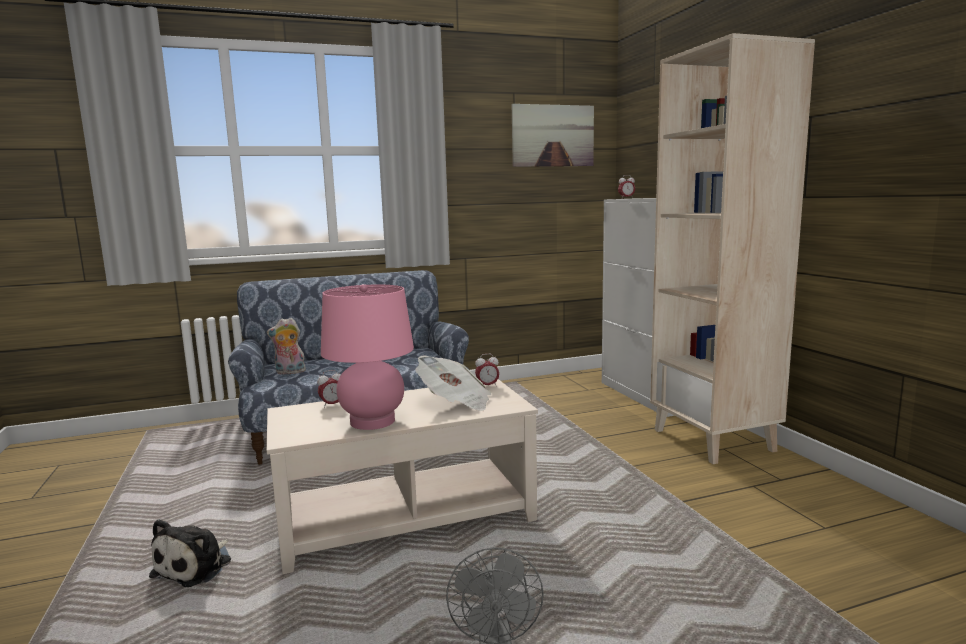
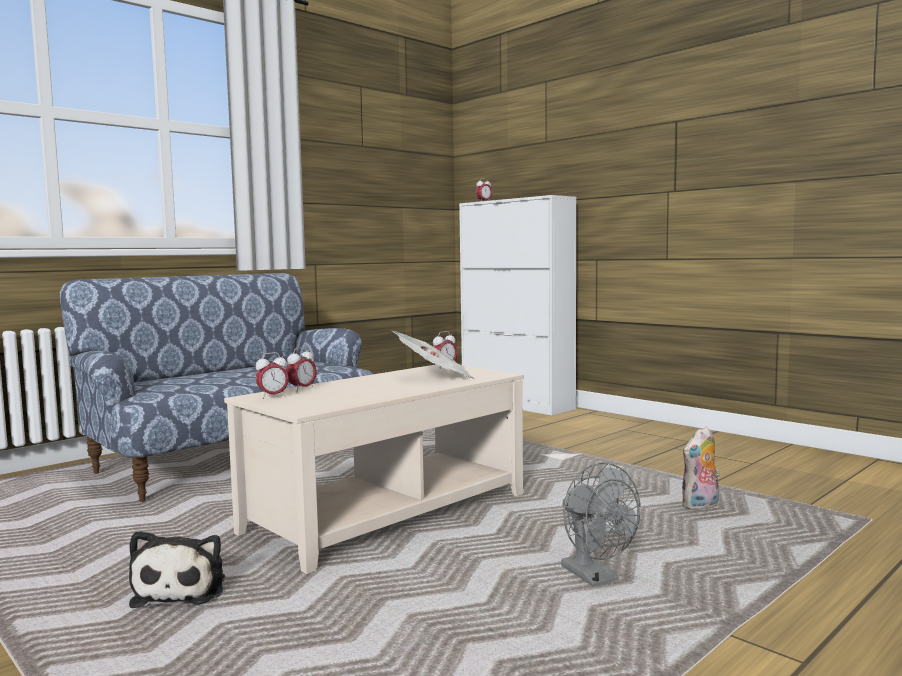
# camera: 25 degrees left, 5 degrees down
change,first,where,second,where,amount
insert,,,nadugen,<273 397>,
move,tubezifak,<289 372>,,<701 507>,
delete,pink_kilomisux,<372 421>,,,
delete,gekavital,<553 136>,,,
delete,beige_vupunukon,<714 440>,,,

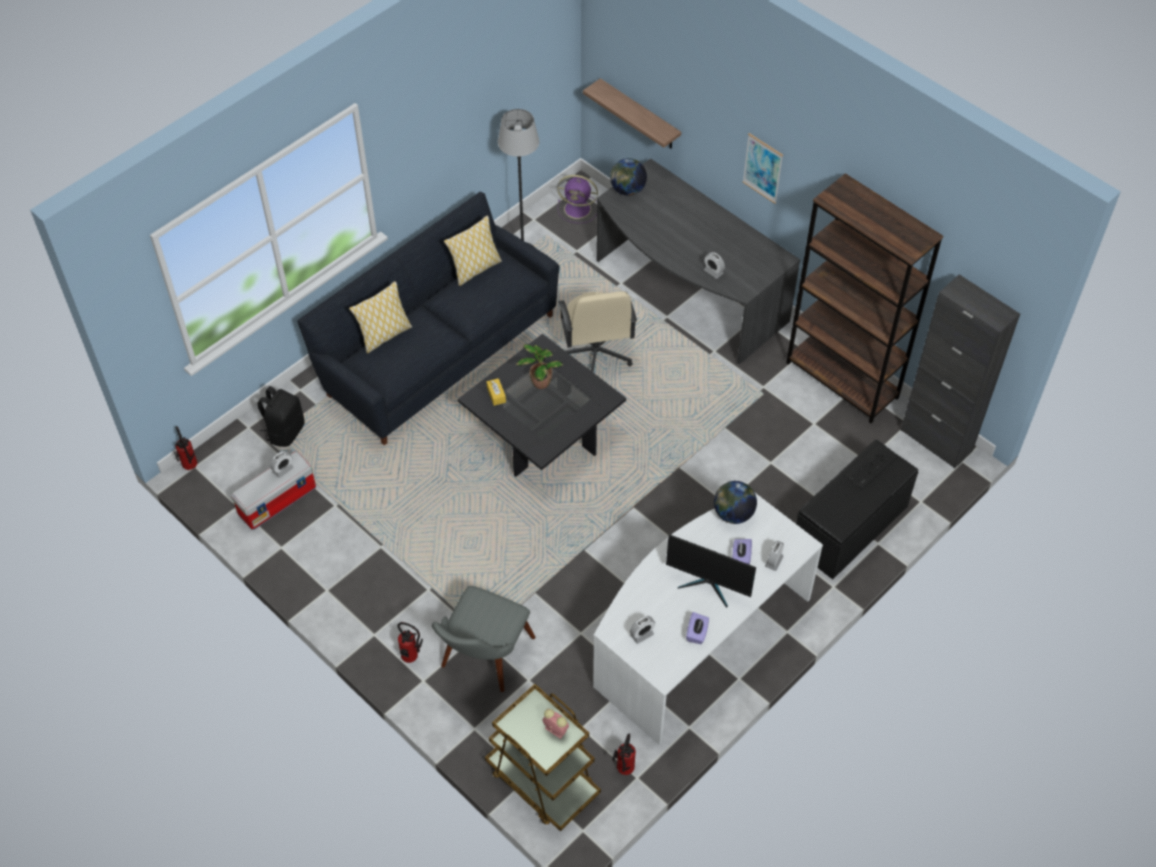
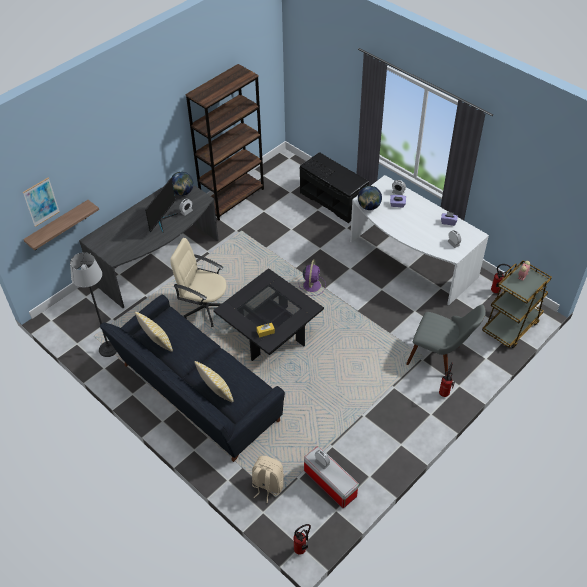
# camera: 90 degrees left, 5 degrees down
change,first,where,second,where,amount
move,gekavital,<762 168>,,<41 202>,
move,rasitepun,<708 584>,,<162 220>,
rotate,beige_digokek,<595 354>,,<205 307>,150 degrees counterclockwise
move,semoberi,<627 190>,,<183 192>,
recolor,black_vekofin,<285 431>,beige_vekofin,<267 486>,
move,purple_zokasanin,<579 209>,,<312 285>,
delete,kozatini,<539 382>,,,
delete,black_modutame,<936 440>,,,

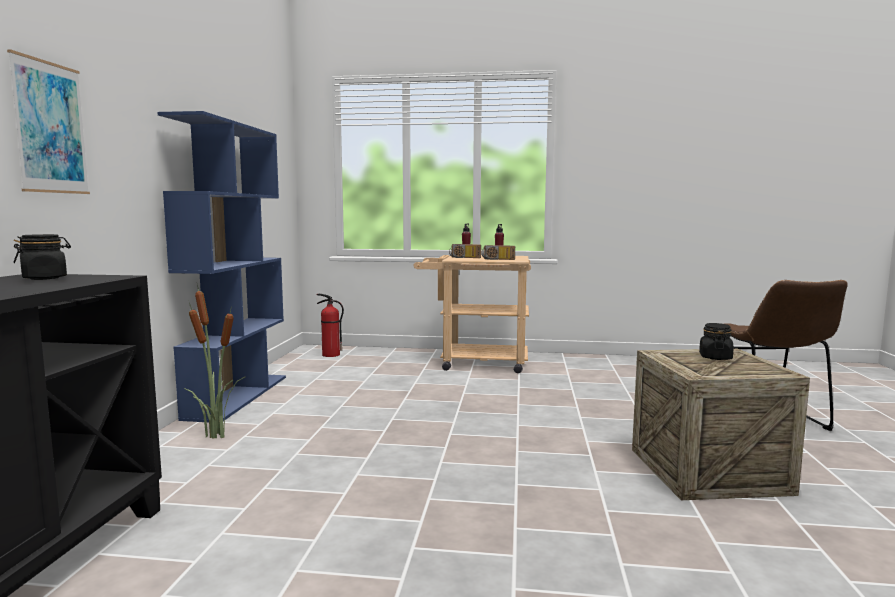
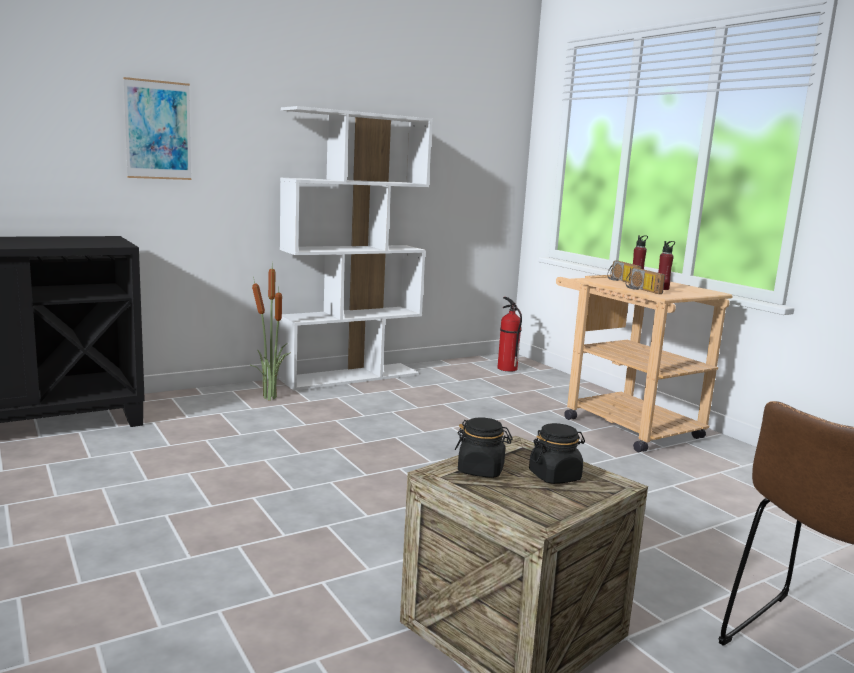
# camera: 50 degrees right, 5 degrees up
change,first,where,second,where,amount
recolor,blue_vupunukon,<237 396>,white_vupunukon,<351 376>,
move,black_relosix,<45 278>,,<481 470>,

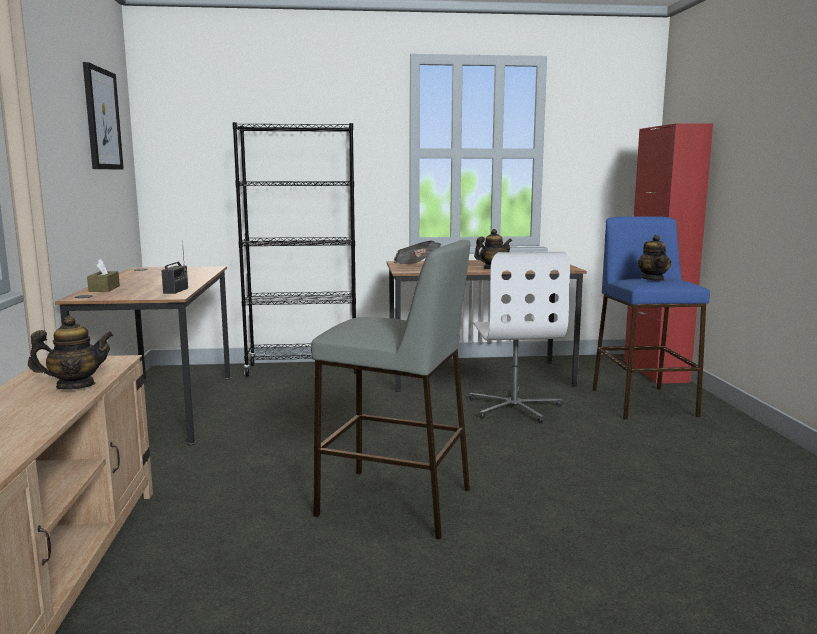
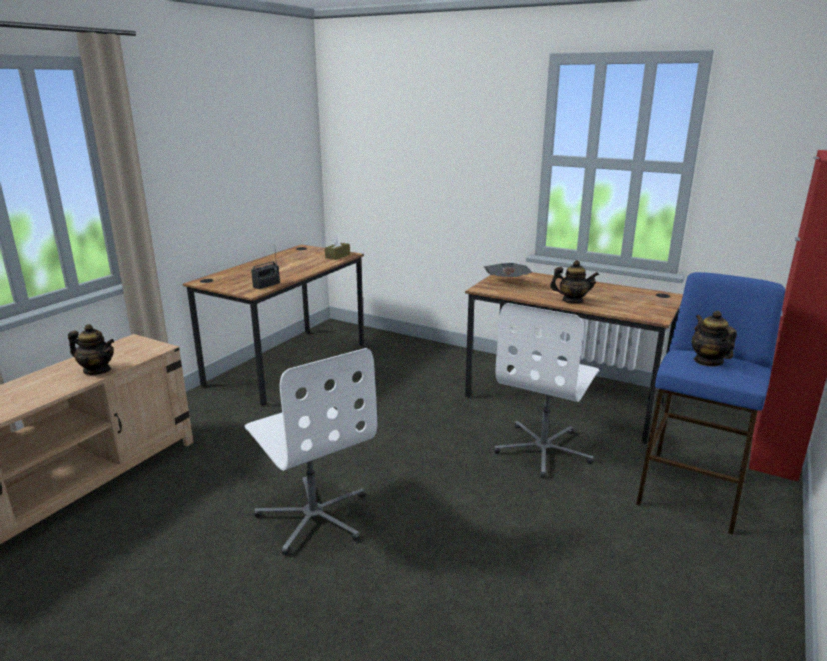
# camera: 35 degrees right, 10 degrees up
change,first,where,second,where,amount
replace,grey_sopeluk,<396 502>,white_digokek,<314 516>,
move,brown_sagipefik,<104 289>,,<337 256>,
rotate,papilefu,<653 279>,,<708 361>,135 degrees clockwise
delete,gekavital,<102 119>,,,
delete,black_vupunukon,<303 369>,,,

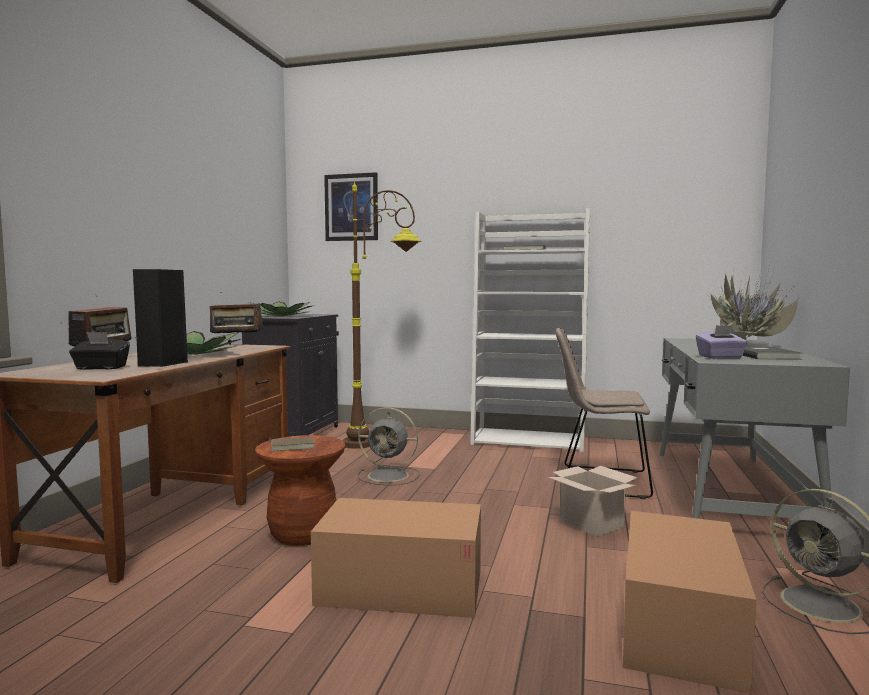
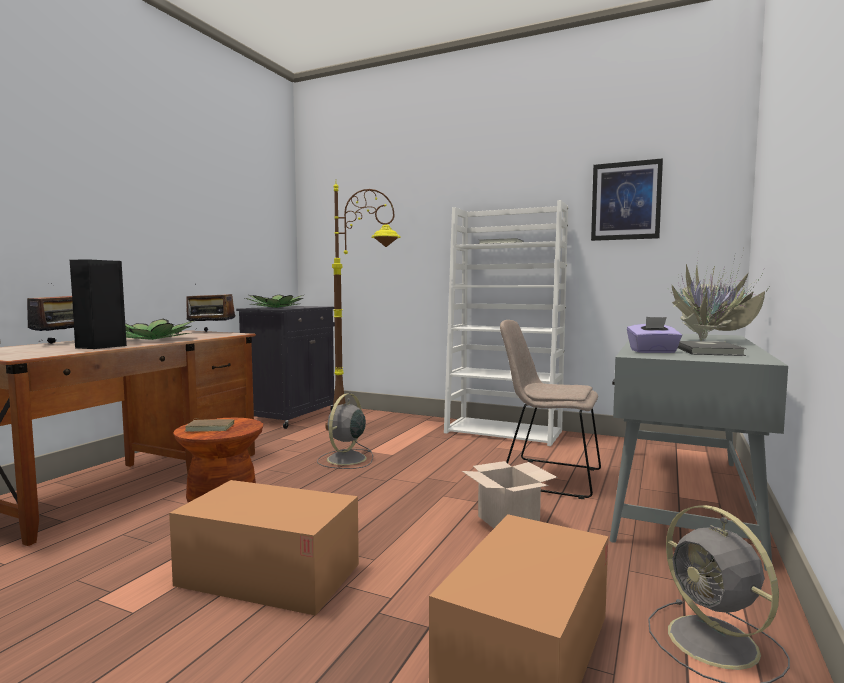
# camera: 10 degrees right, 0 degrees up
change,first,where,second,where,amount
rotate,grey_zokasanin,<390 476>,,<345 459>,90 degrees clockwise
move,gekavital,<351 207>,,<626 201>,
delete,black_sagipefik,<101 368>,,,

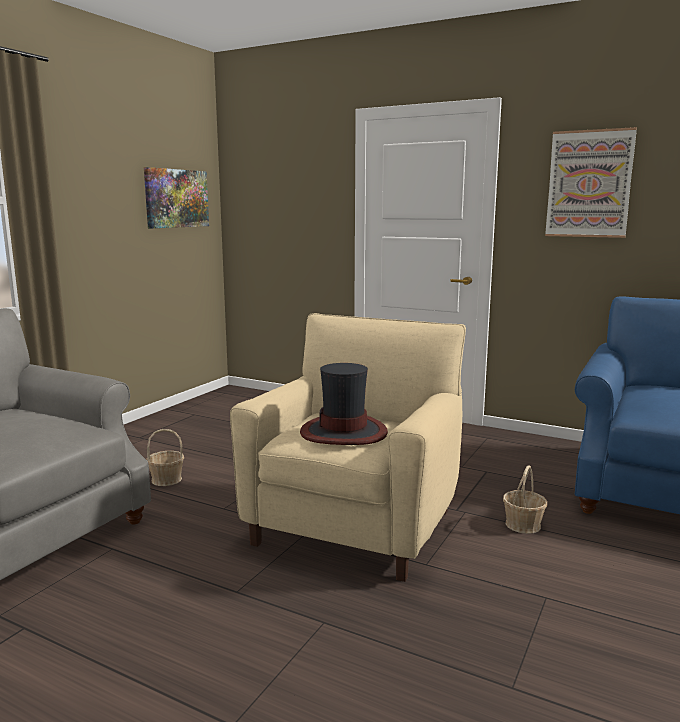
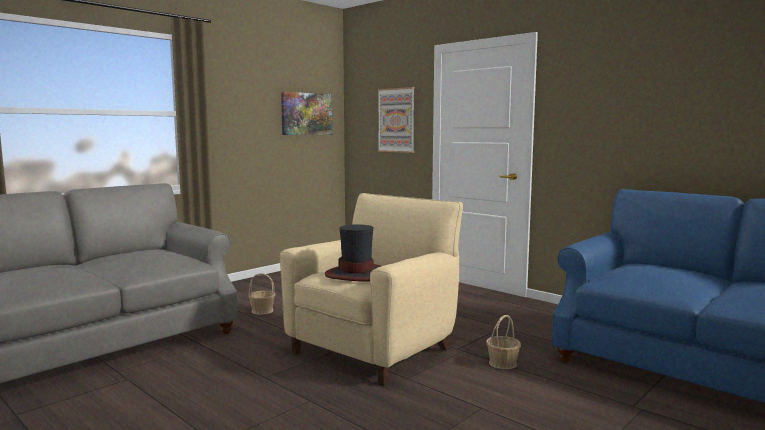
# camera: 15 degrees right, 5 degrees down
change,first,where,second,where,amount
move,gekavital,<589 184>,,<396 120>,

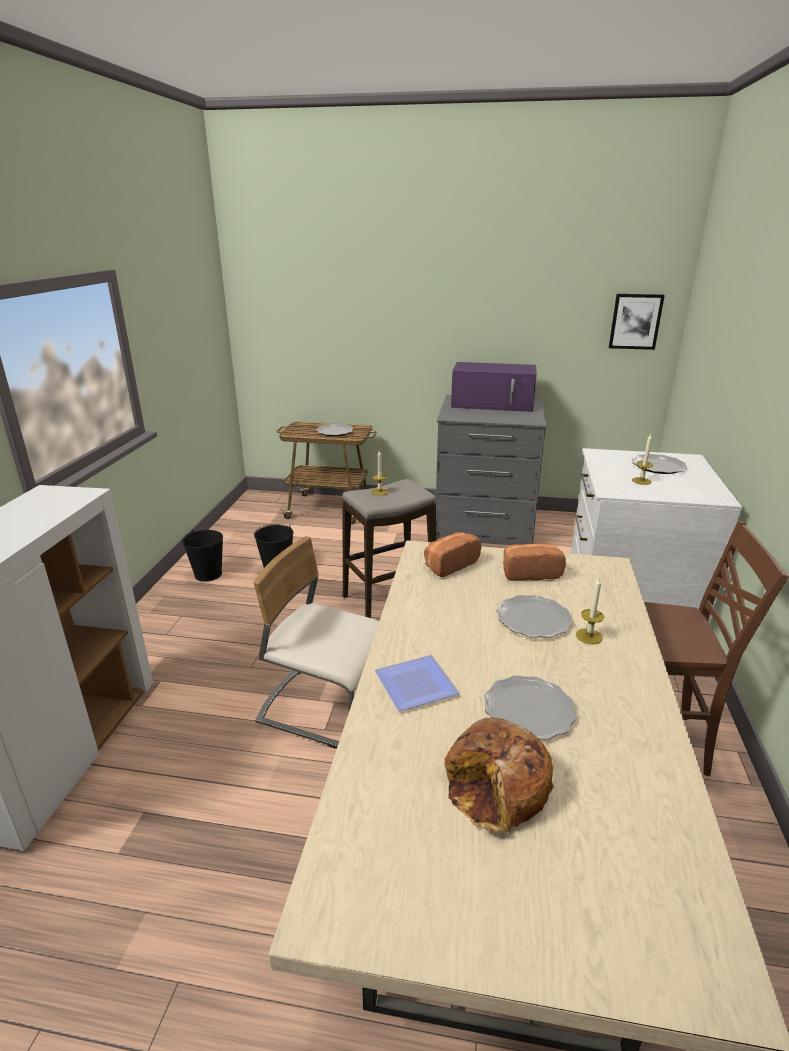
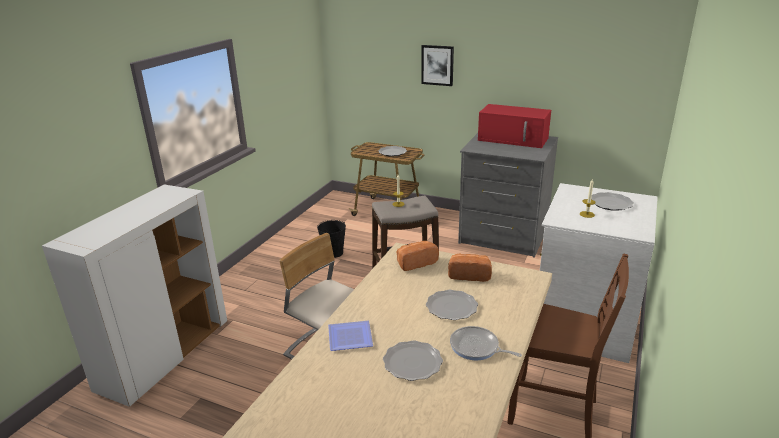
# camera: 15 degrees right, 0 degrees up
change,first,where,second,where,amount
move,gekavital,<635 321>,,<437 65>,
insert,,,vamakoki,<476 347>,
recolor,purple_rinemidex,<493 404>,red_rinemidex,<514 139>,
delete,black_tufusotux,<208 574>,,,
delete,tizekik,<497 787>,,,
delete,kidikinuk,<589 636>,,,

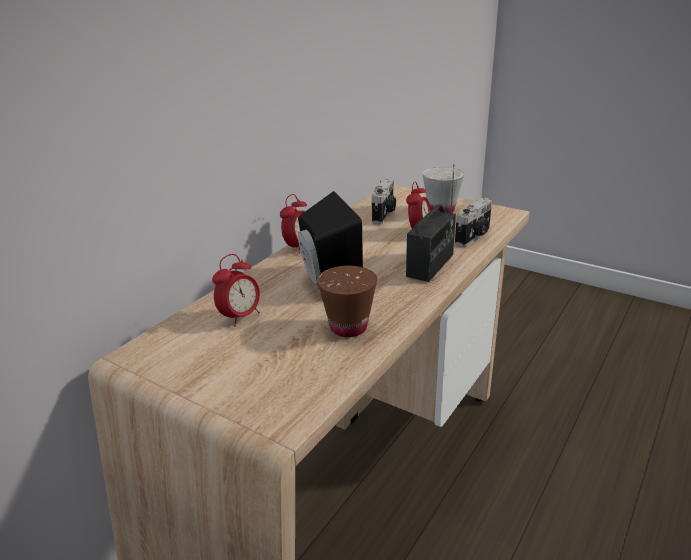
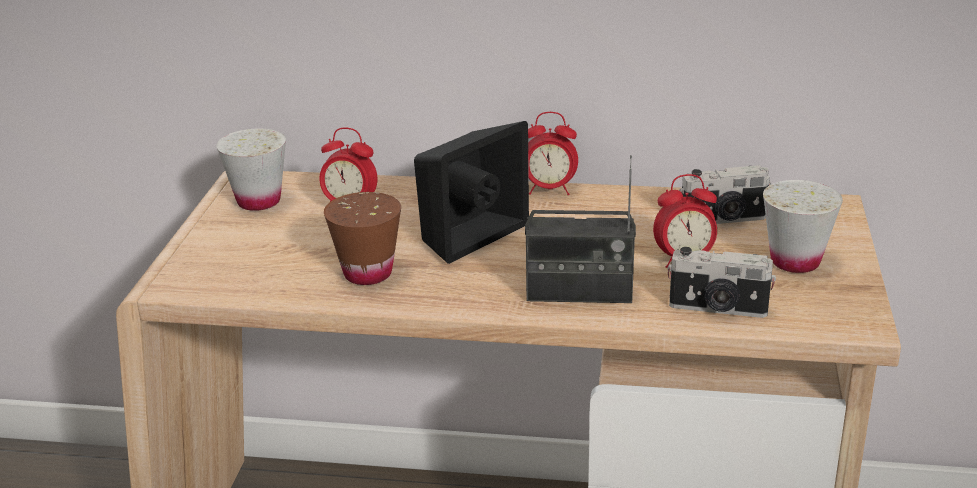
# camera: 65 degrees right, 0 degrees up
change,first,where,second,where,amount
insert,,,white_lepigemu,<259 201>,

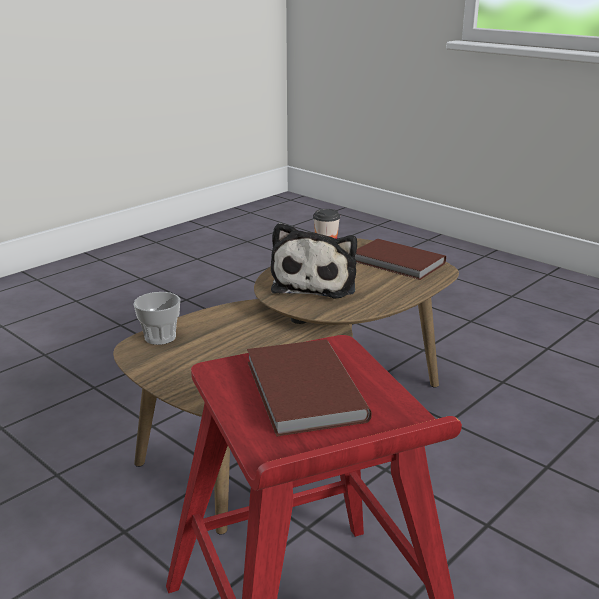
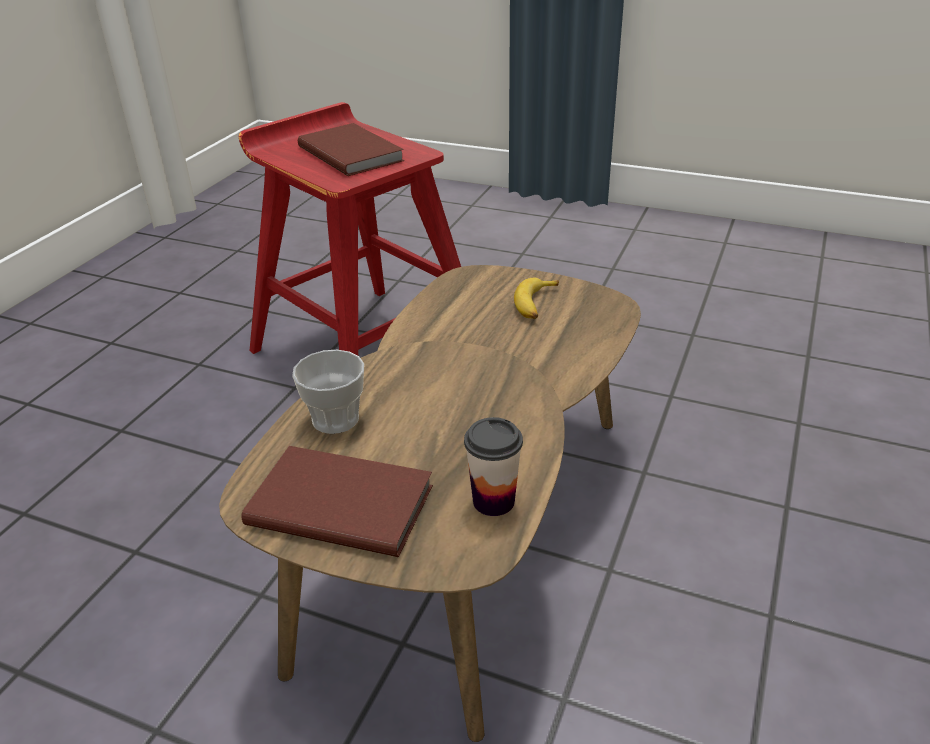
# camera: 160 degrees right, 10 degrees up
change,first,where,second,where,amount
move,lepigemu,<160 337>,,<335 419>,
insert,,,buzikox,<536 305>,
delete,tubezifak,<316 283>,,,

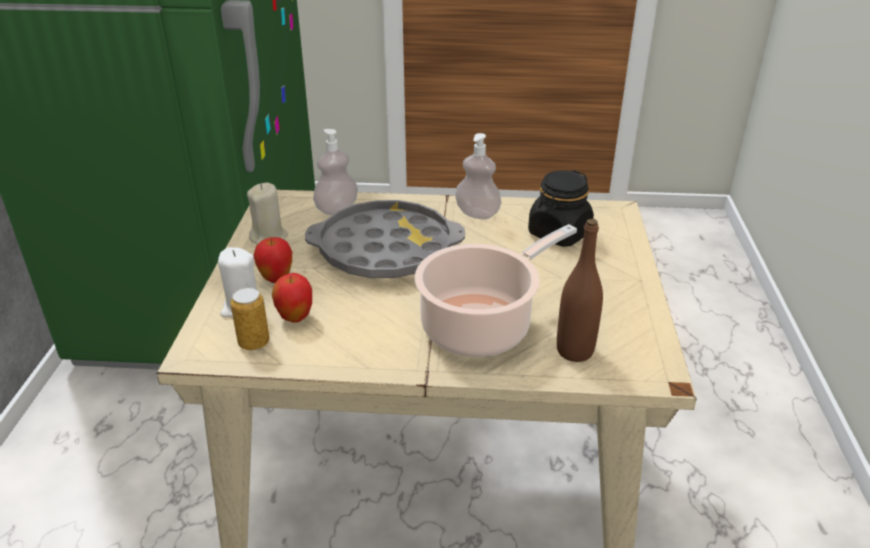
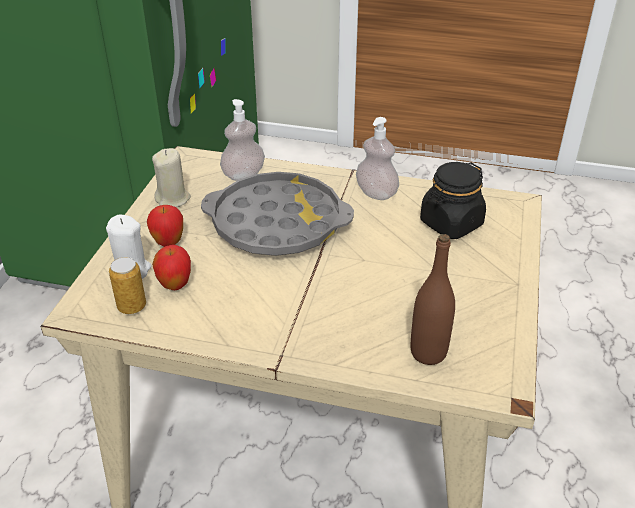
# camera: 10 degrees right, 5 degrees up
change,first,where,second,where,amount
delete,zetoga,<481 325>,,,

